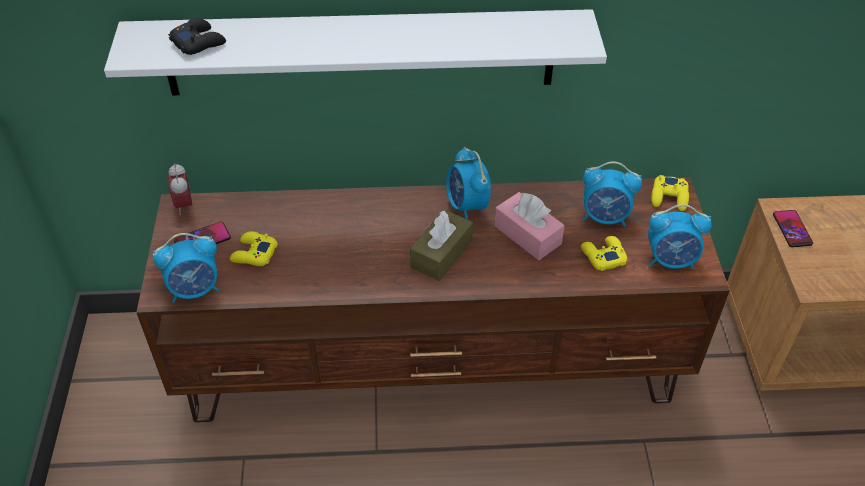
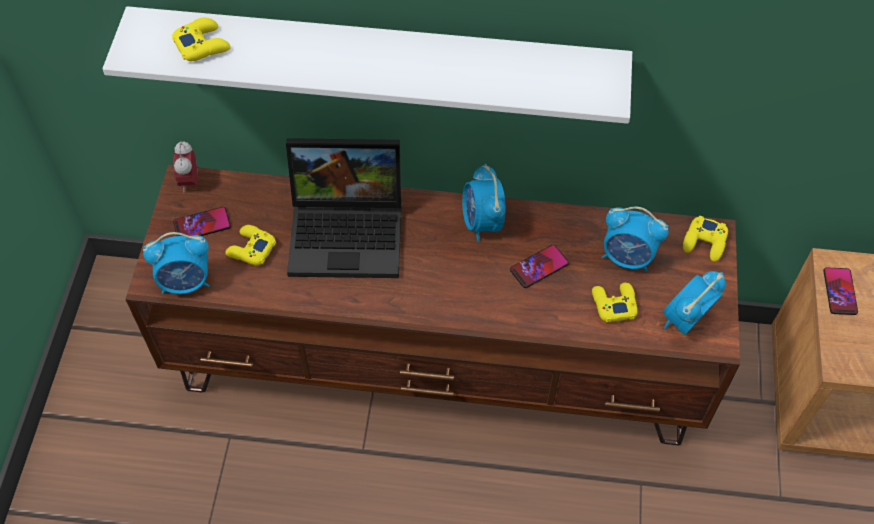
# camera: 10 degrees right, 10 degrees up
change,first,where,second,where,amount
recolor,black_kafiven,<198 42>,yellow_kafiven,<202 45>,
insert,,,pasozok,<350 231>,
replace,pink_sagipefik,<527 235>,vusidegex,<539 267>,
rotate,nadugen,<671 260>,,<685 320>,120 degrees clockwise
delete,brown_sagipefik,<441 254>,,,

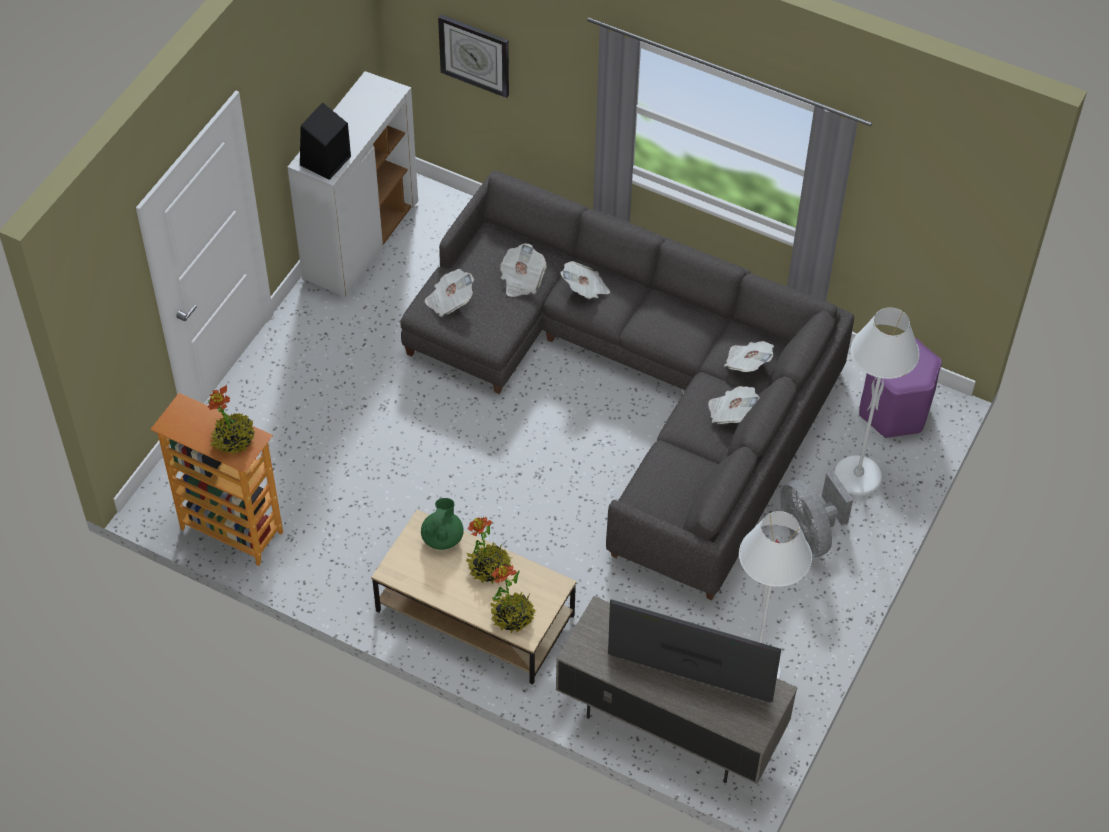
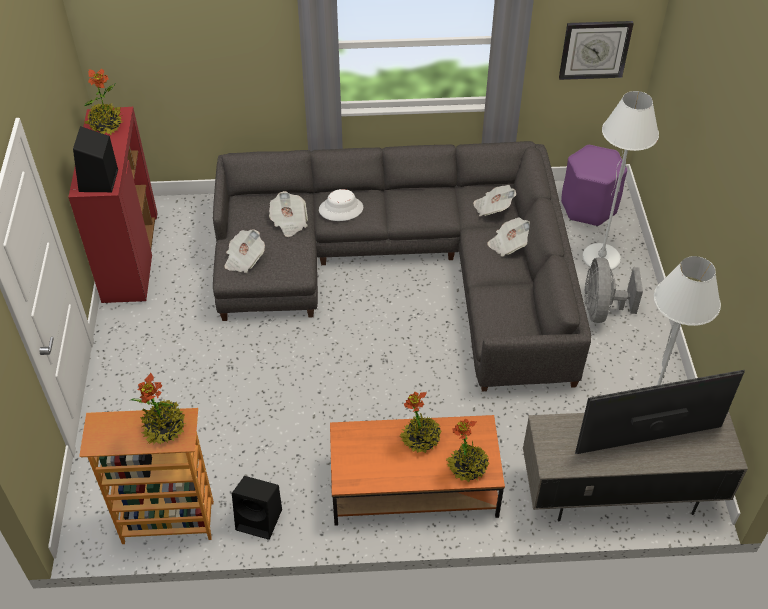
# camera: 30 degrees left, 5 degrees down
change,first,where,second,where,amount
recolor,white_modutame,<361 241>,red_modutame,<130 258>,
insert,,,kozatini,<106 125>,
insert,,,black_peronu,<260 519>,
replace,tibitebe,<585 289>,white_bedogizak,<341 209>,
recolor,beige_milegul,<475 612>,orange_milegul,<413 485>,
move,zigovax,<475 55>,,<595 49>,
rotate,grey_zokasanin,<809 534>,,<602 310>,60 degrees clockwise
delete,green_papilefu,<442 537>,,,

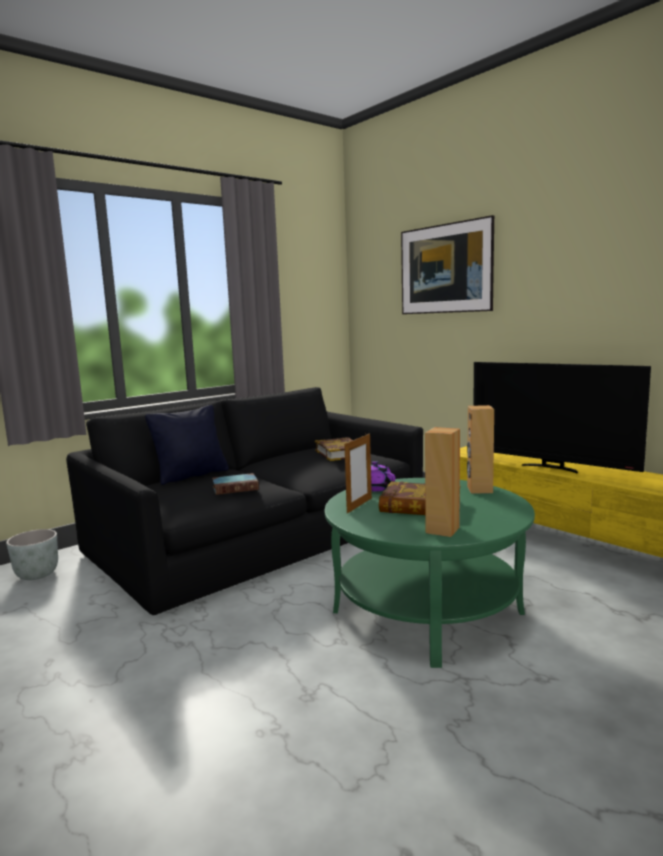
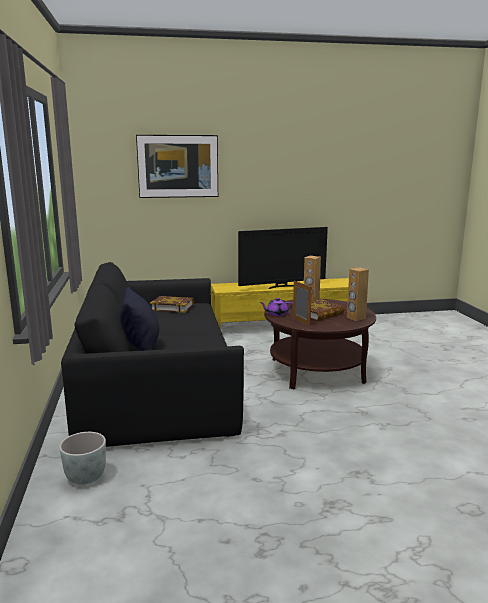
# camera: 60 degrees left, 5 degrees up
change,first,where,second,where,amount
recolor,green_milegul,<427 611>,brown_milegul,<316 370>,
delete,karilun,<236 487>,,,

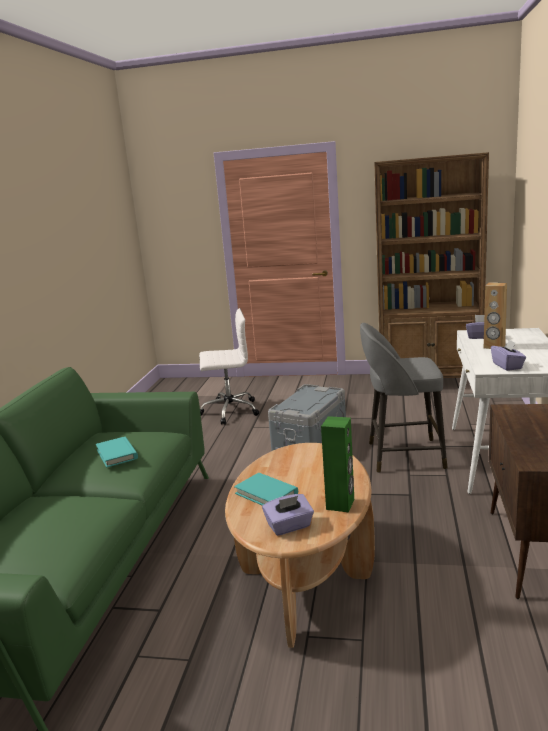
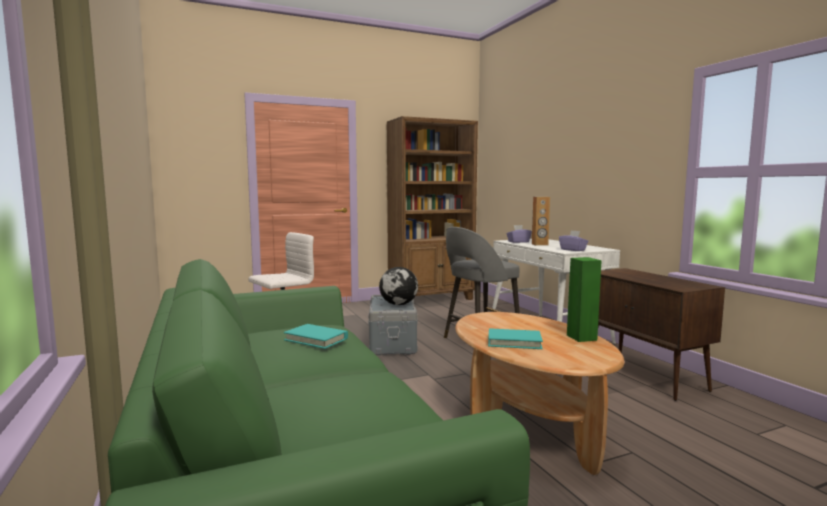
# camera: 35 degrees left, 10 degrees down
change,first,where,second,where,amount
insert,,,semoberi,<399 304>,
delete,purple_sagipefik,<289 526>,,,

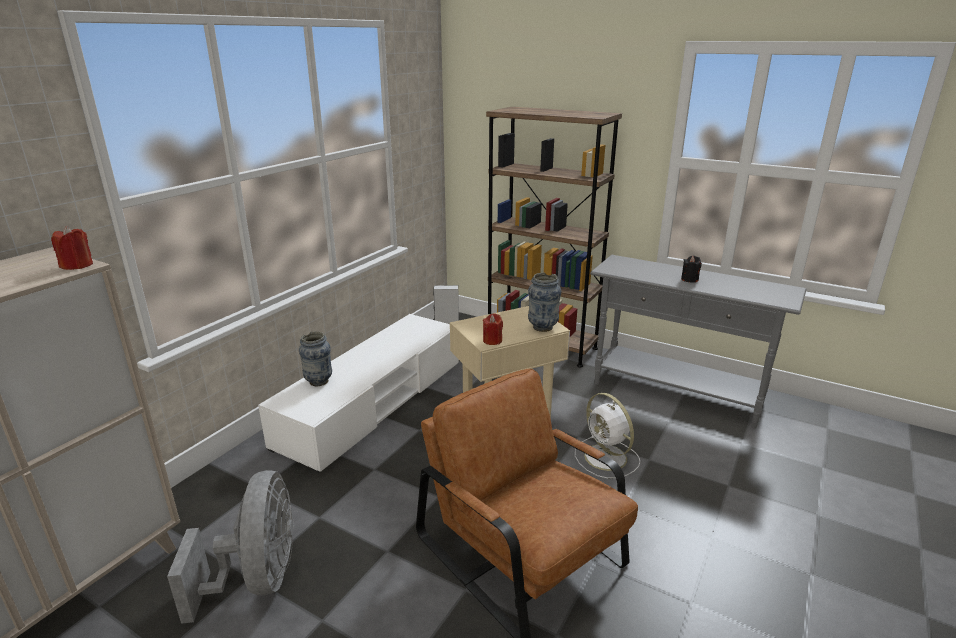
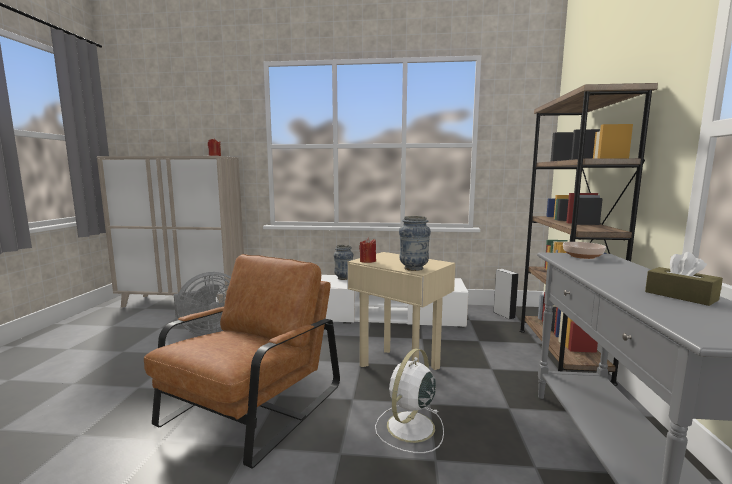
# camera: 65 degrees right, 15 degrees down
change,first,where,second,where,amount
insert,,,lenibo,<582 256>,
insert,,,brown_sagipefik,<680 296>,
delete,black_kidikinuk,<689 279>,,,

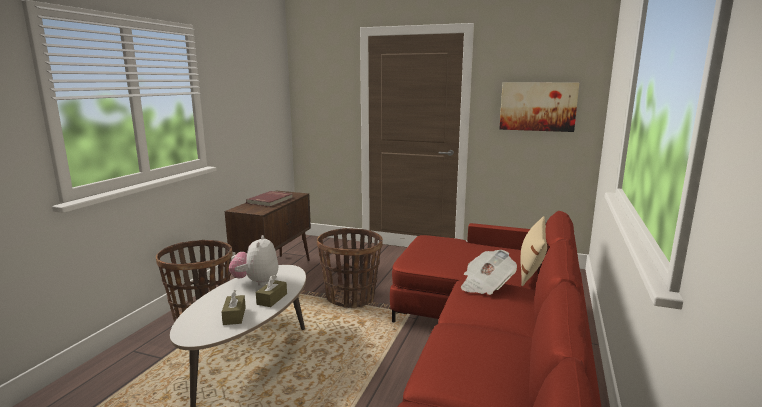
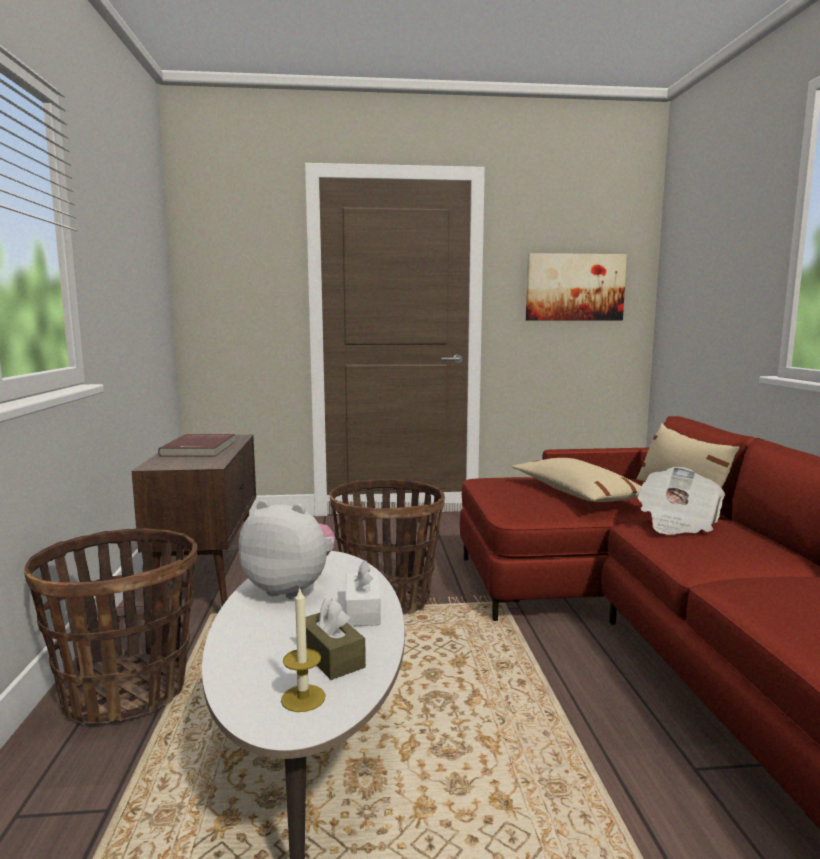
# camera: 25 degrees left, 5 degrees down
change,first,where,second,where,amount
rotate,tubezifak,<256 282>,,<291 589>,135 degrees clockwise
insert,,,kidikinuk,<303 698>,
recolor,brown_sagipefik,<272 299>,white_sagipefik,<362 610>,
insert,,,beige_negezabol,<576 493>,

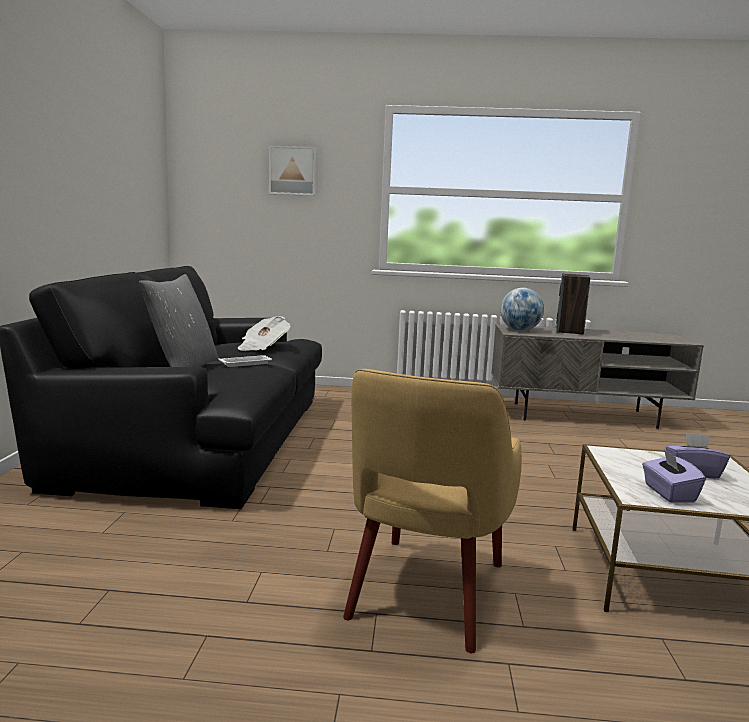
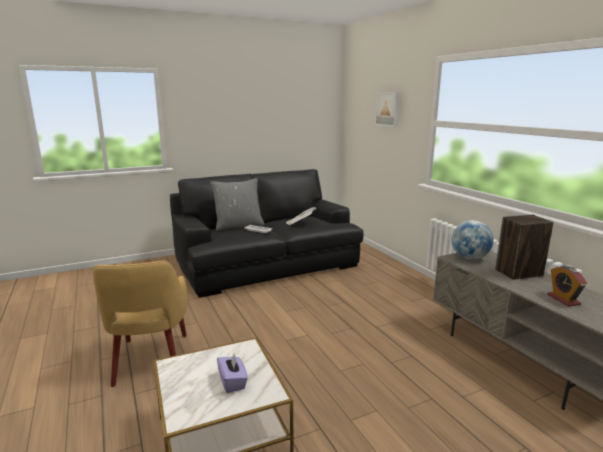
# camera: 60 degrees right, 5 degrees up
change,first,where,second,where,amount
rotate,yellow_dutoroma,<425 592>,,<151 360>,90 degrees counterclockwise
insert,,,nadugen,<563 299>,
delete,purple_sagipefik,<668 493>,,,

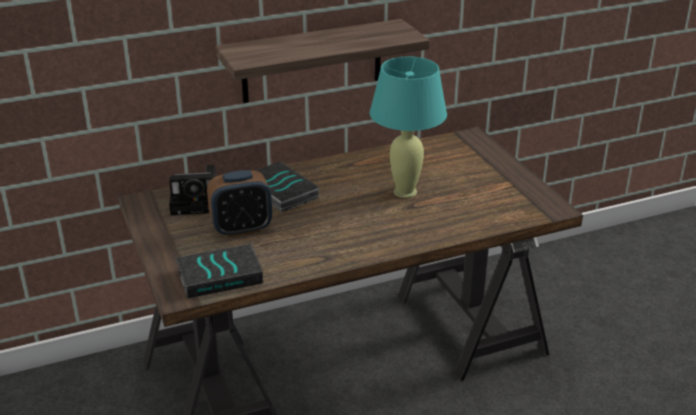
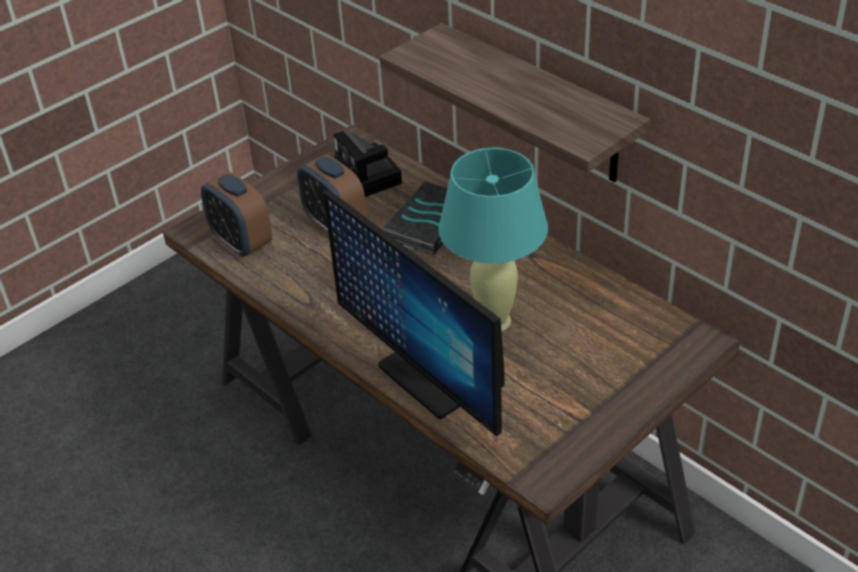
# camera: 70 degrees right, 10 degrees up
change,first,where,second,where,amount
replace,karilun,<220 275>,nadugen,<241 242>,
insert,,,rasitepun,<427 379>,

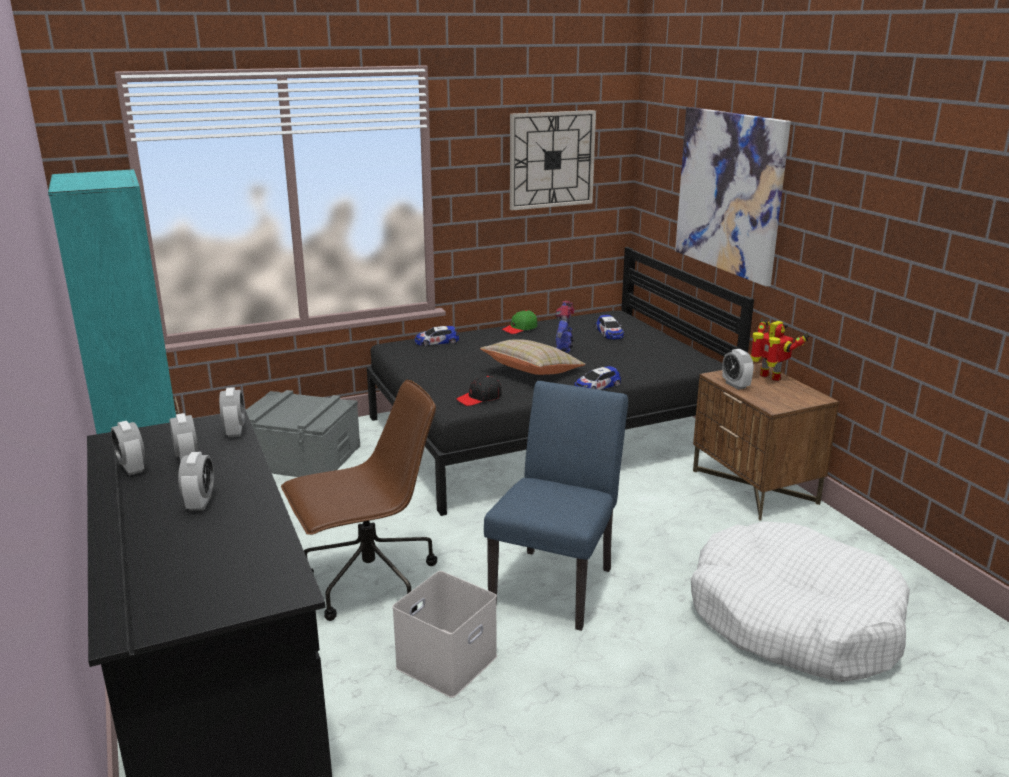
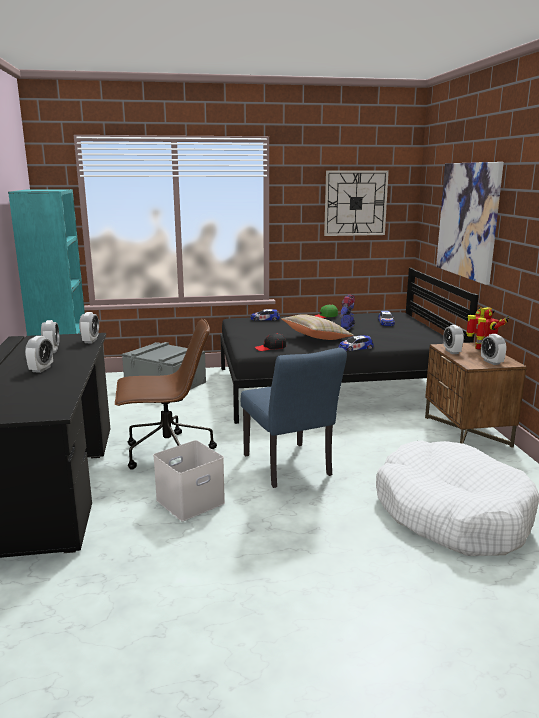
# camera: 15 degrees right, 5 degrees down
change,first,where,second,where,amount
rotate,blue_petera,<556 582>,,<290 468>,120 degrees clockwise
move,nadugen,<132 468>,,<491 362>,

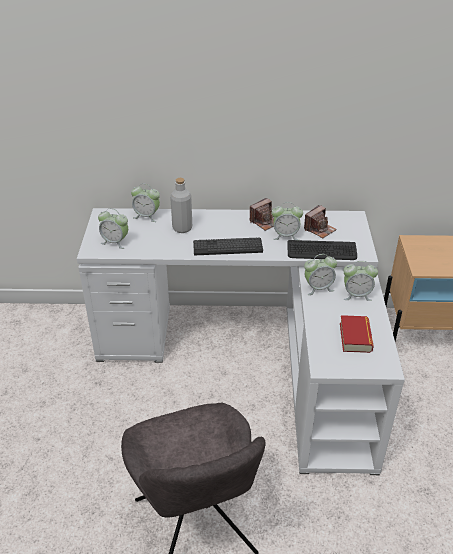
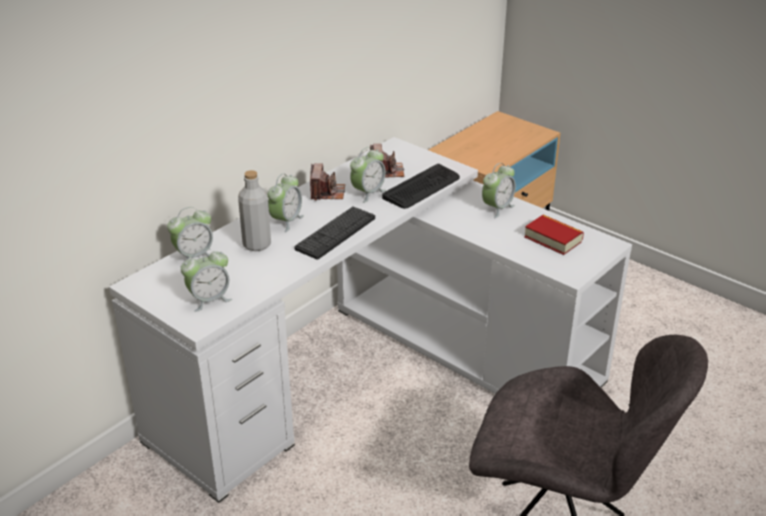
# camera: 50 degrees left, 5 degrees down
change,first,where,second,where,amount
move,nadugen,<318 288>,,<286 221>,

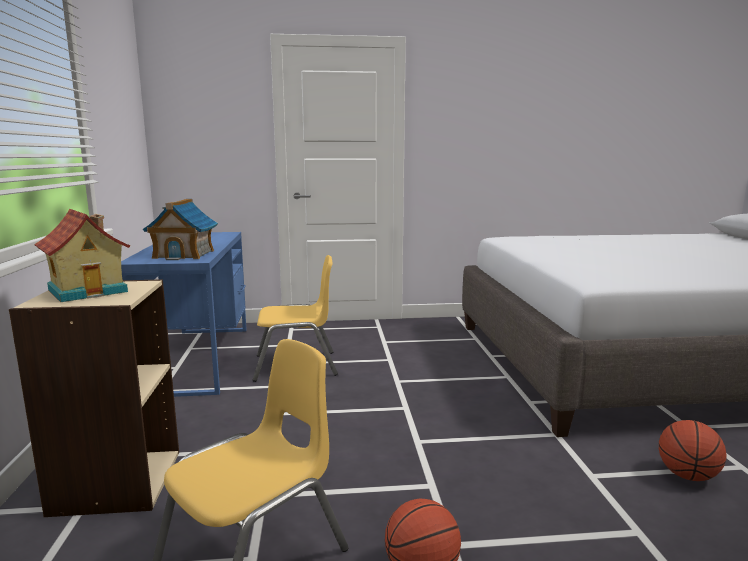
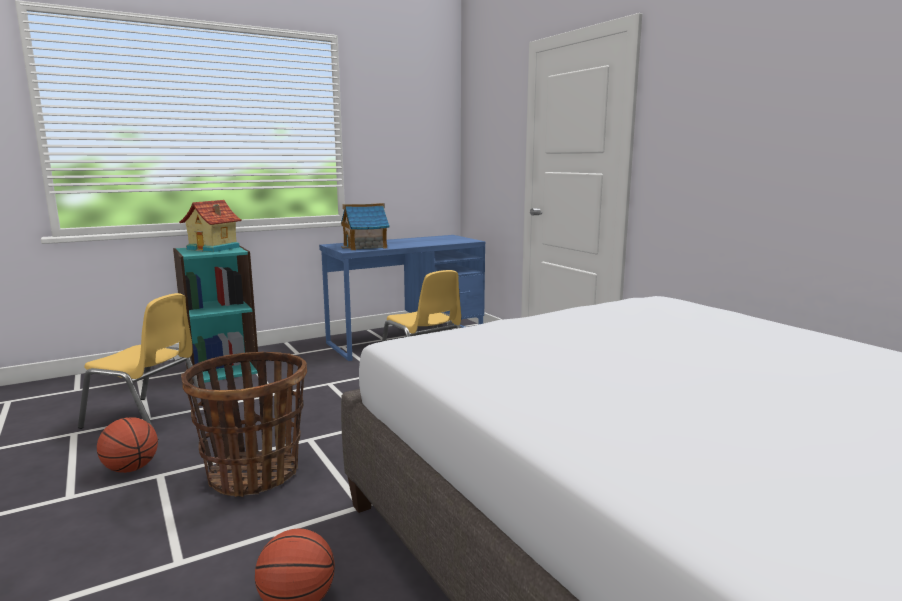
# camera: 65 degrees right, 0 degrees up
change,first,where,second,where,amount
recolor,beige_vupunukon,<116 482>,turquoise_vupunukon,<222 369>,
insert,,,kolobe,<254 474>,

